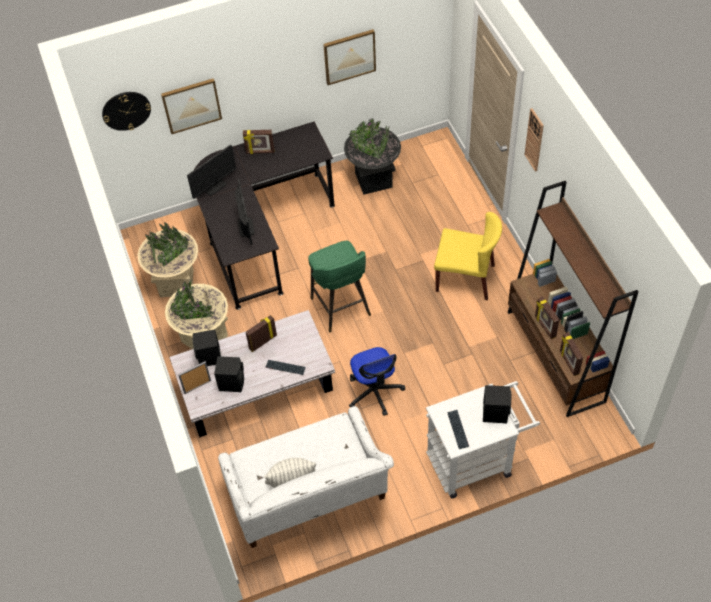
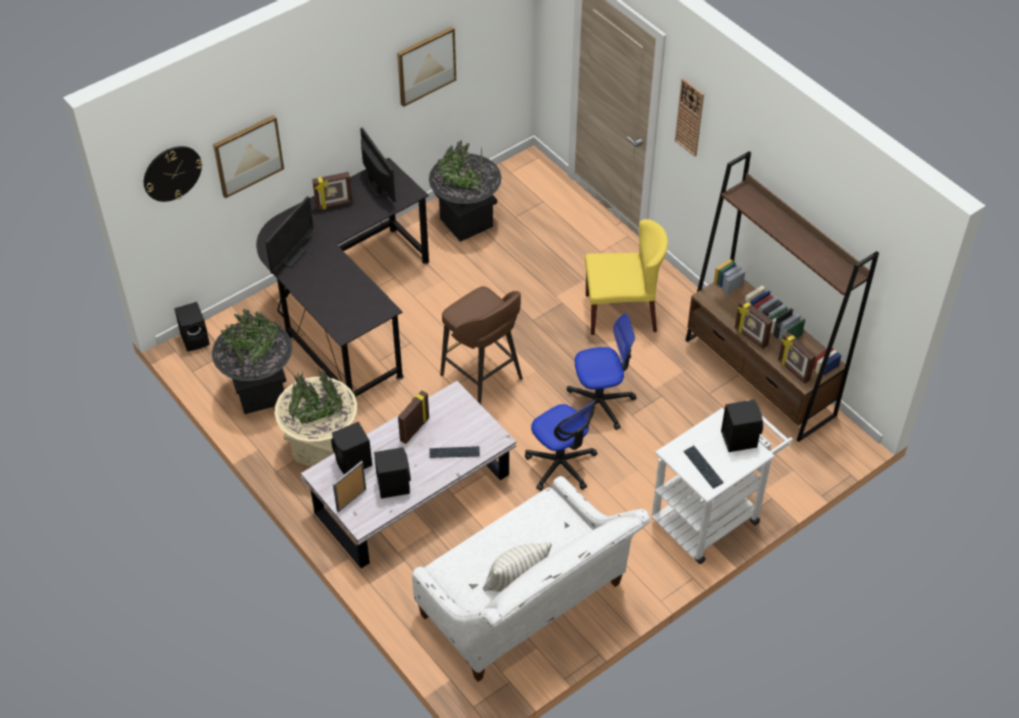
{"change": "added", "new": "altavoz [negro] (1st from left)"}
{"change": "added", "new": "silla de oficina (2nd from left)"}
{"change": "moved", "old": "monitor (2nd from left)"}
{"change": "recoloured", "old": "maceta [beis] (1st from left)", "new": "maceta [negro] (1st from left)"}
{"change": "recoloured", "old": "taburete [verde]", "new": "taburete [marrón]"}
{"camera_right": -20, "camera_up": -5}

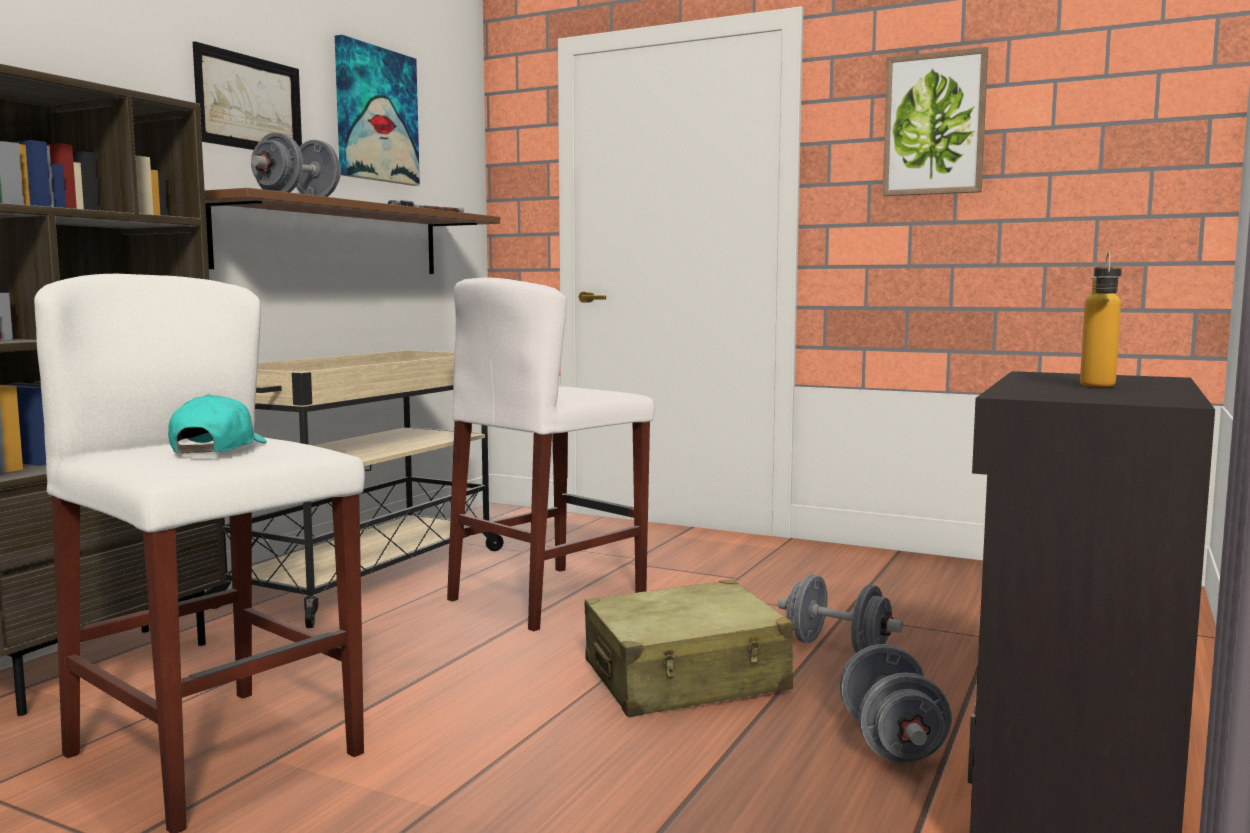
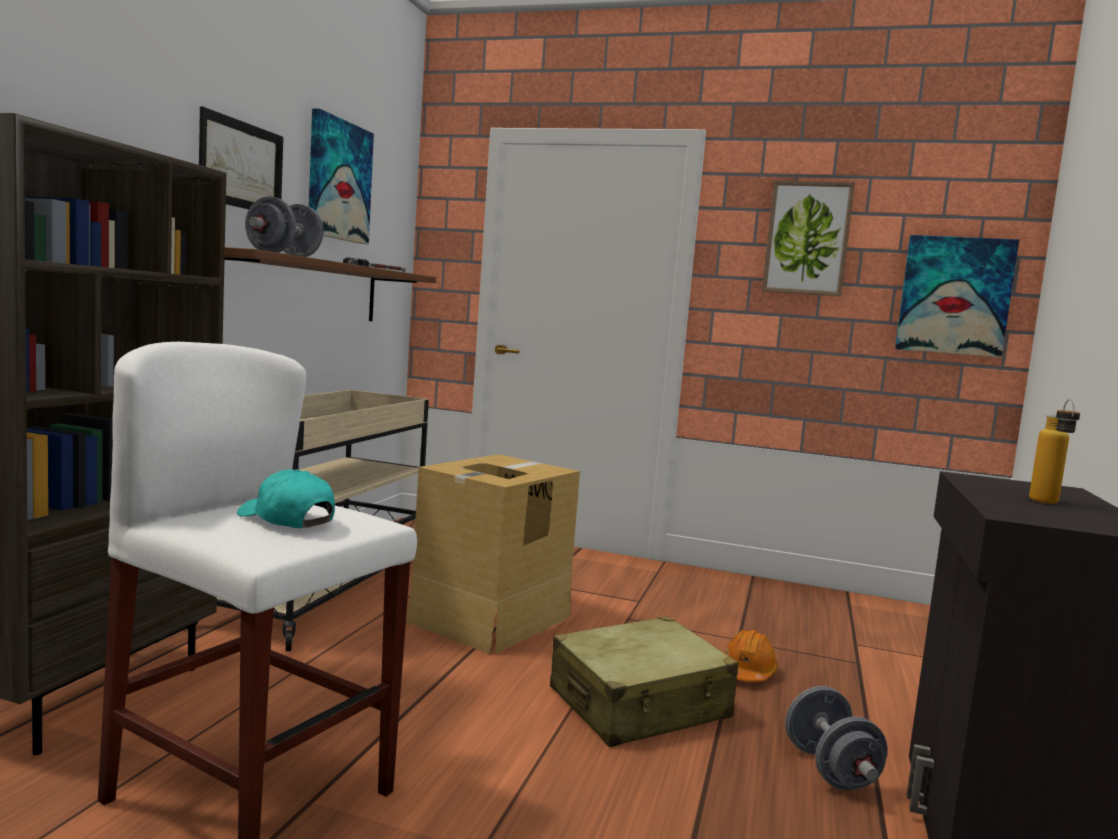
{"change": "added", "new": "cuadro (4th from left)"}
{"change": "replaced", "old": "taburete [blanco] (2nd from left)", "new": "caja de cartón"}
{"change": "replaced", "old": "mancuerna [gris] (2nd from left)", "new": "casco [naranja]"}
{"change": "turned", "old": "gorra [turquesa]", "degrees": -45}
{"camera_right": -10, "camera_up": 0}

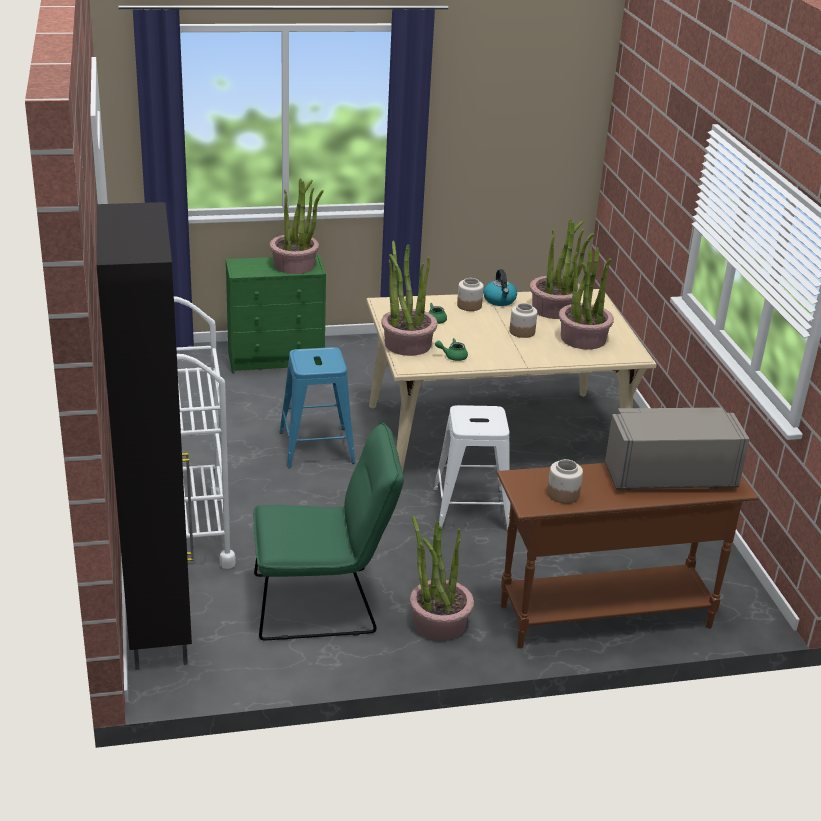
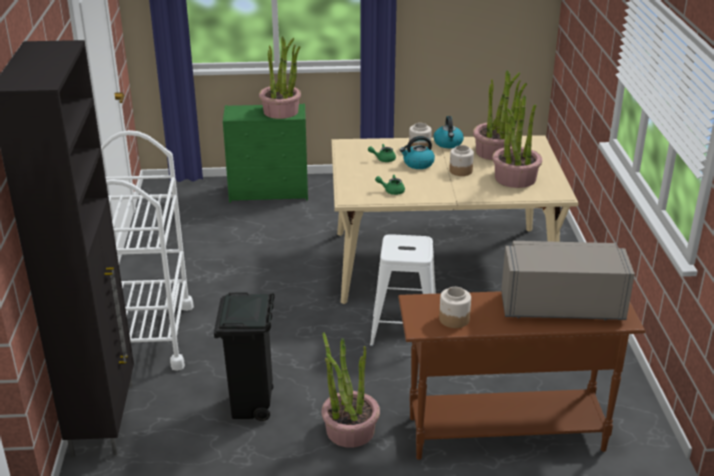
{"change": "removed", "old": "taburete [azul]"}
{"change": "removed", "old": "planta en maceta (2nd from left)"}
{"change": "added", "new": "hervidor (1st from left)"}
{"change": "replaced", "old": "silla [verde]", "new": "papelera [negro]"}
{"camera_right": 10, "camera_up": 0}

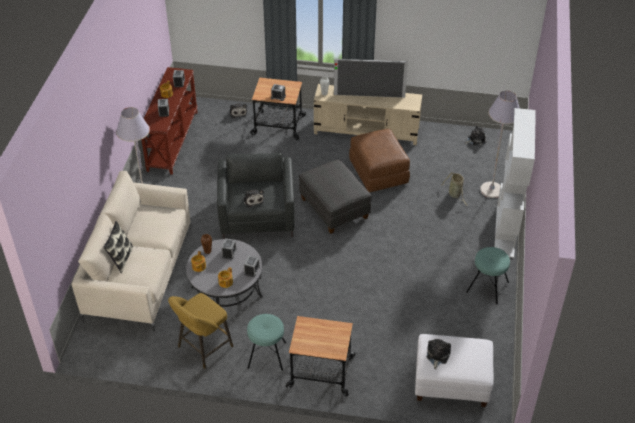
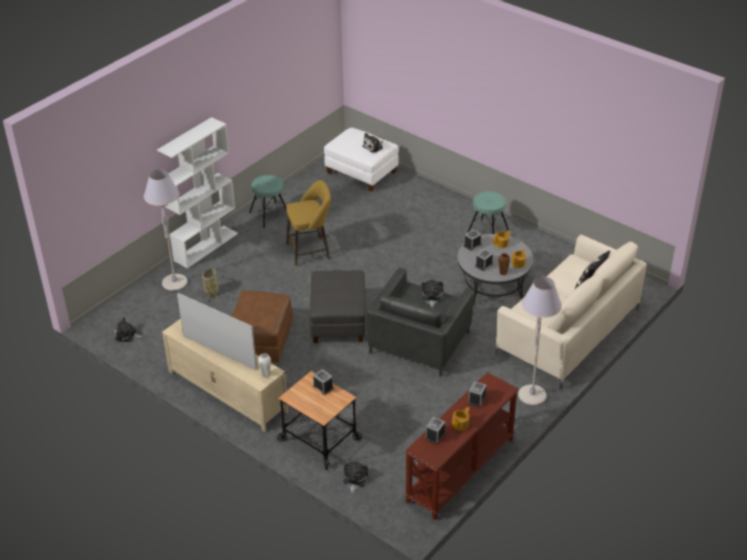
{"change": "removed", "old": "carrito (2nd from left)"}
{"change": "moved", "old": "taburete [amarillo]"}
{"camera_right": -150, "camera_up": -5}

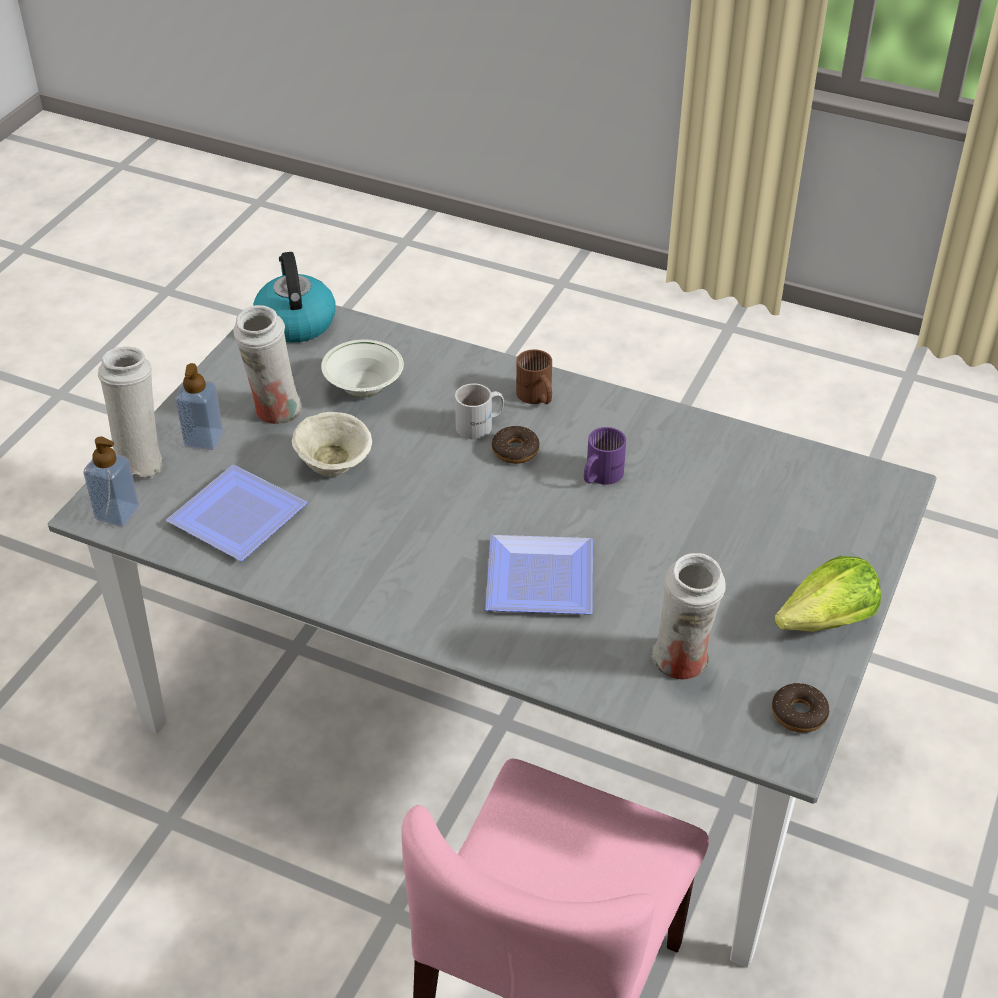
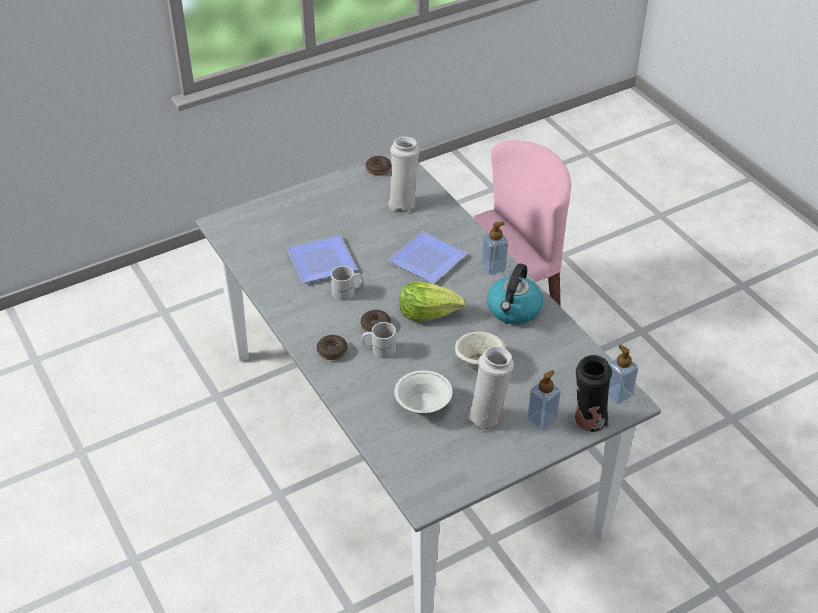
{"change": "added", "new": "dispensador de jabón (1st from left)"}
{"change": "moved", "old": "plato (1st from left)"}
{"change": "moved", "old": "hervidor"}
{"change": "moved", "old": "lechuga"}
{"change": "replaced", "old": "taza grande [marrón]", "new": "rosquilla (1st from left)"}
{"change": "recoloured", "old": "florero [blanco] (1st from left)", "new": "florero [negro]"}
{"change": "recoloured", "old": "taza grande [morado]", "new": "taza grande [blanco] (1st from left)"}
{"camera_right": -145, "camera_up": 0}

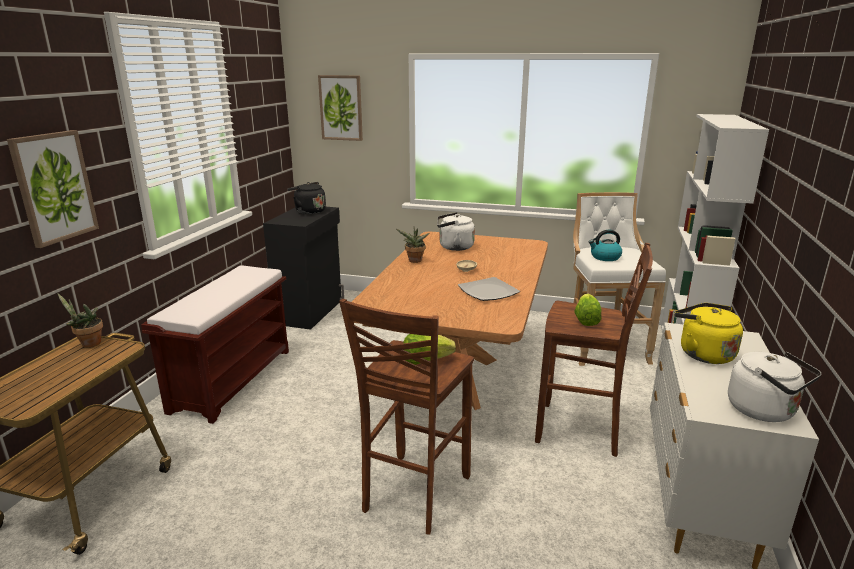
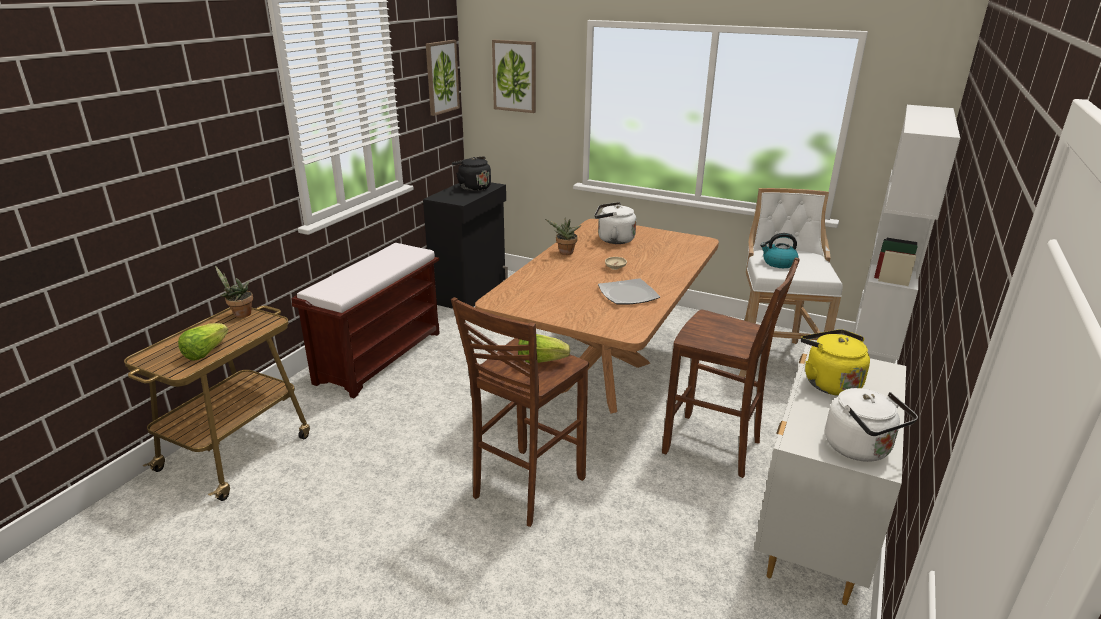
{"change": "moved", "old": "cuadro (1st from left)"}
{"change": "moved", "old": "lechuga (2nd from left in the first image)", "new": "lechuga (1st from left)"}
{"camera_right": 10, "camera_up": 5}

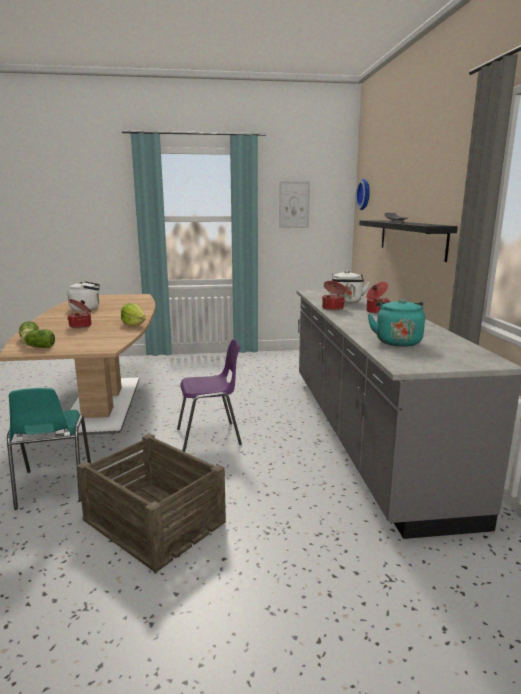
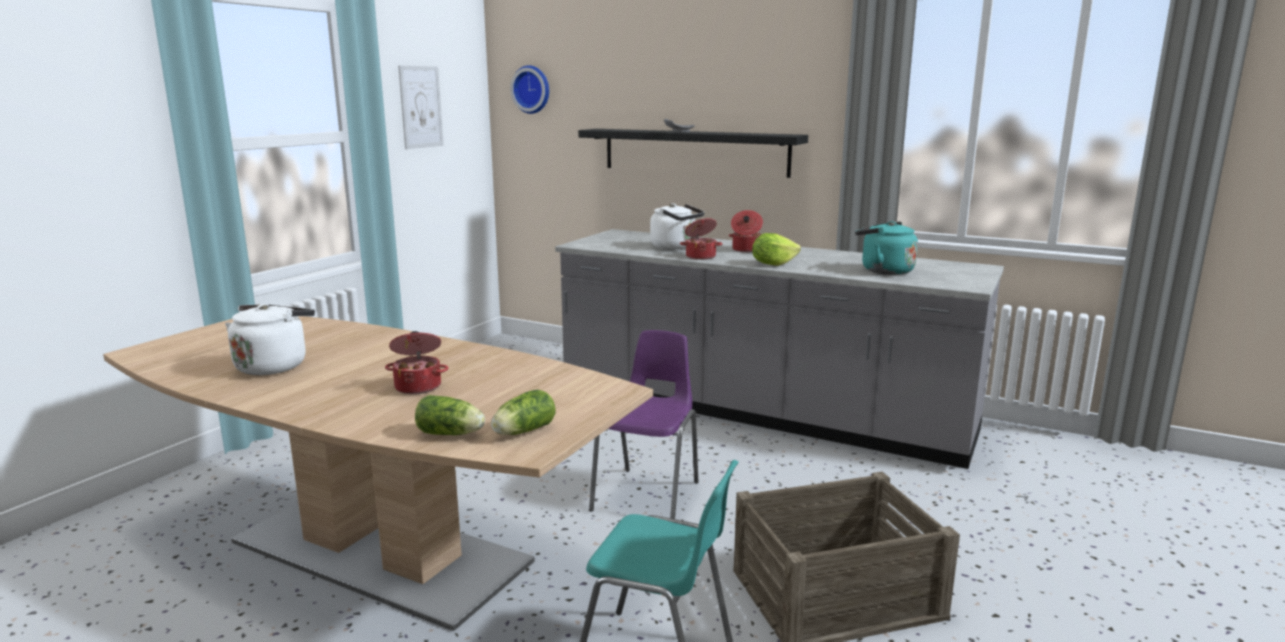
{"change": "moved", "old": "lechuga (3rd from left)"}
{"camera_right": -55, "camera_up": 0}

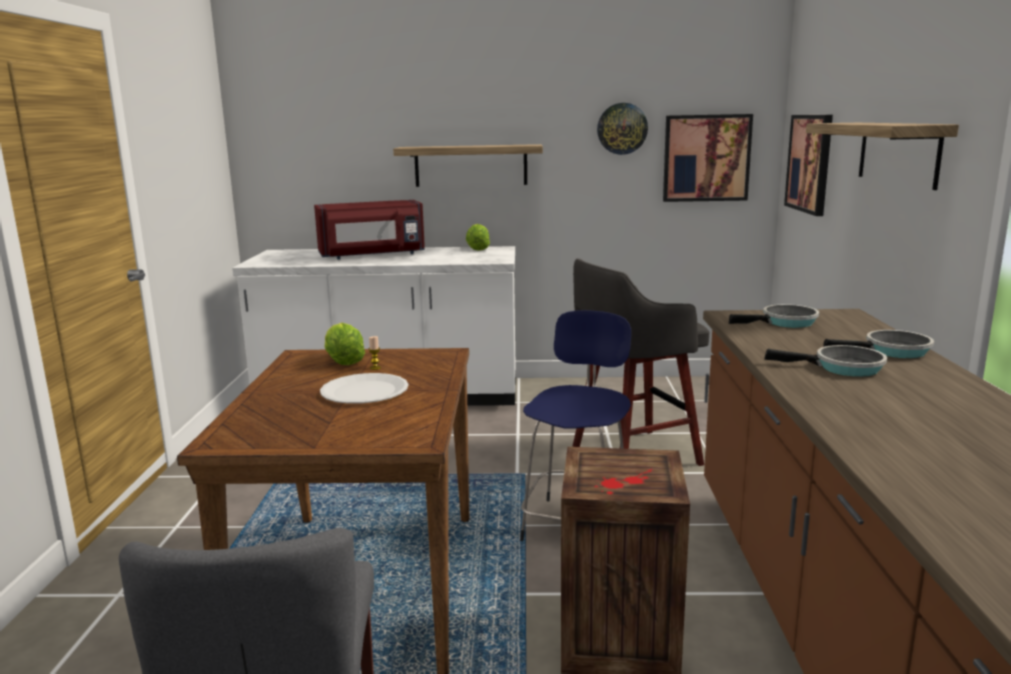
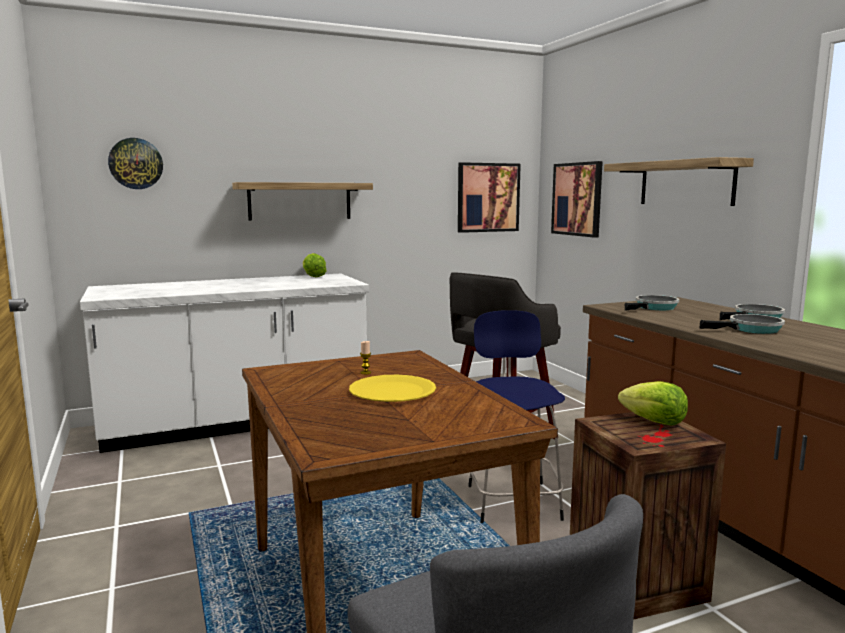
{"change": "removed", "old": "microondas [rojo]"}
{"change": "moved", "old": "lechuga (1st from left in the first image)", "new": "lechuga (2nd from left)"}
{"change": "moved", "old": "reloj de pared"}
{"change": "recoloured", "old": "plato [blanco]", "new": "plato [amarillo]"}
{"camera_right": -25, "camera_up": -5}

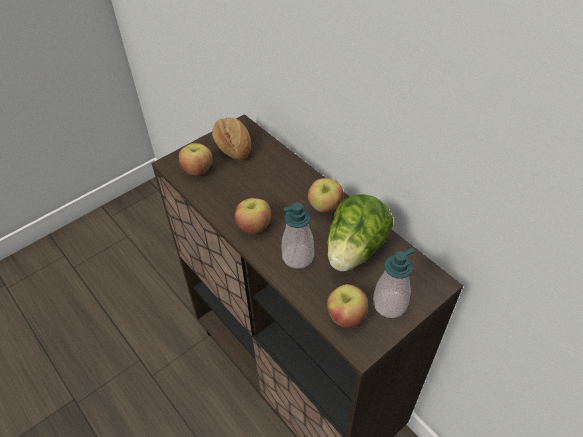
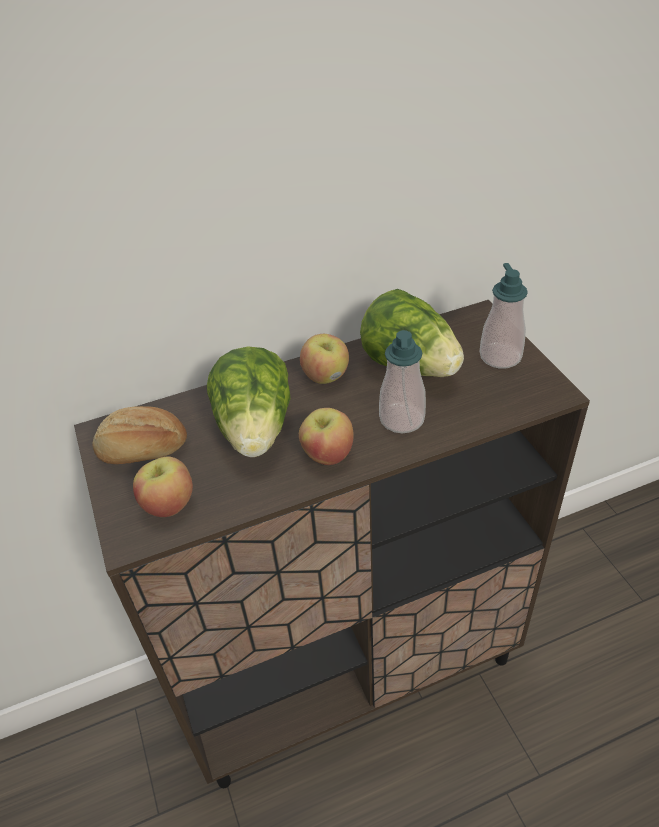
{"change": "removed", "old": "manzana (4th from left)"}
{"change": "added", "new": "lechuga (1st from left)"}
{"camera_right": -70, "camera_up": -5}

